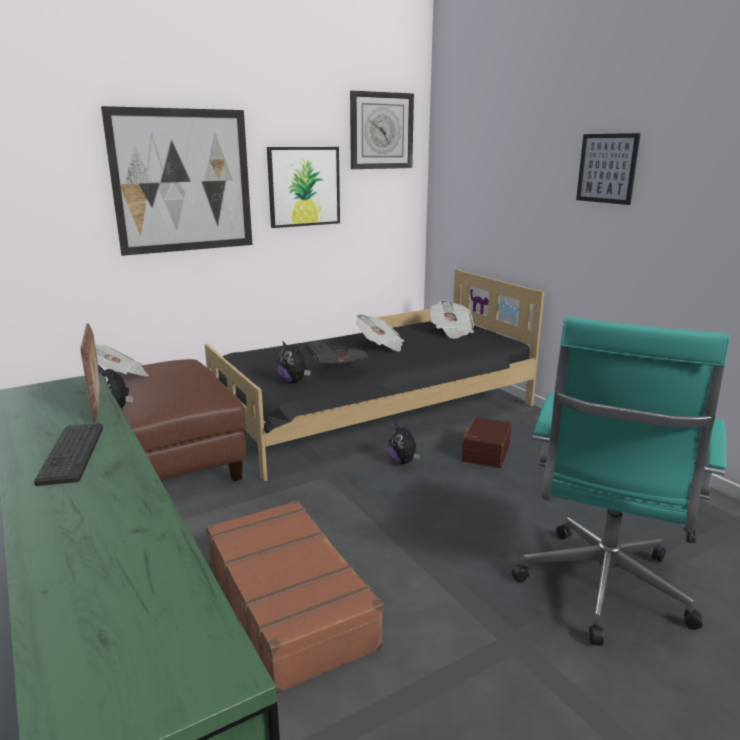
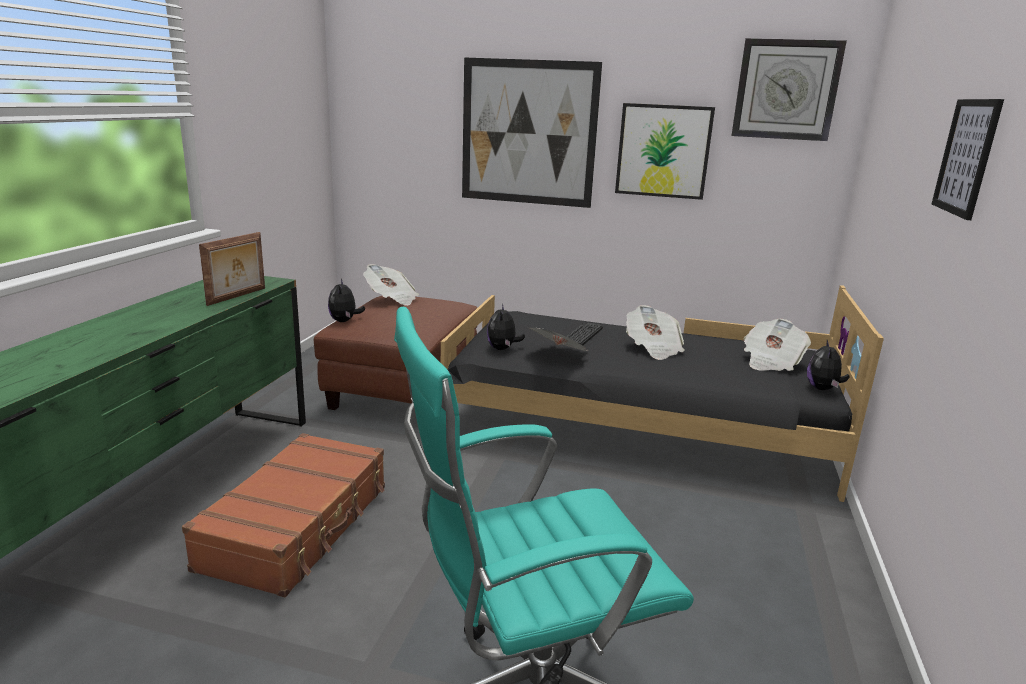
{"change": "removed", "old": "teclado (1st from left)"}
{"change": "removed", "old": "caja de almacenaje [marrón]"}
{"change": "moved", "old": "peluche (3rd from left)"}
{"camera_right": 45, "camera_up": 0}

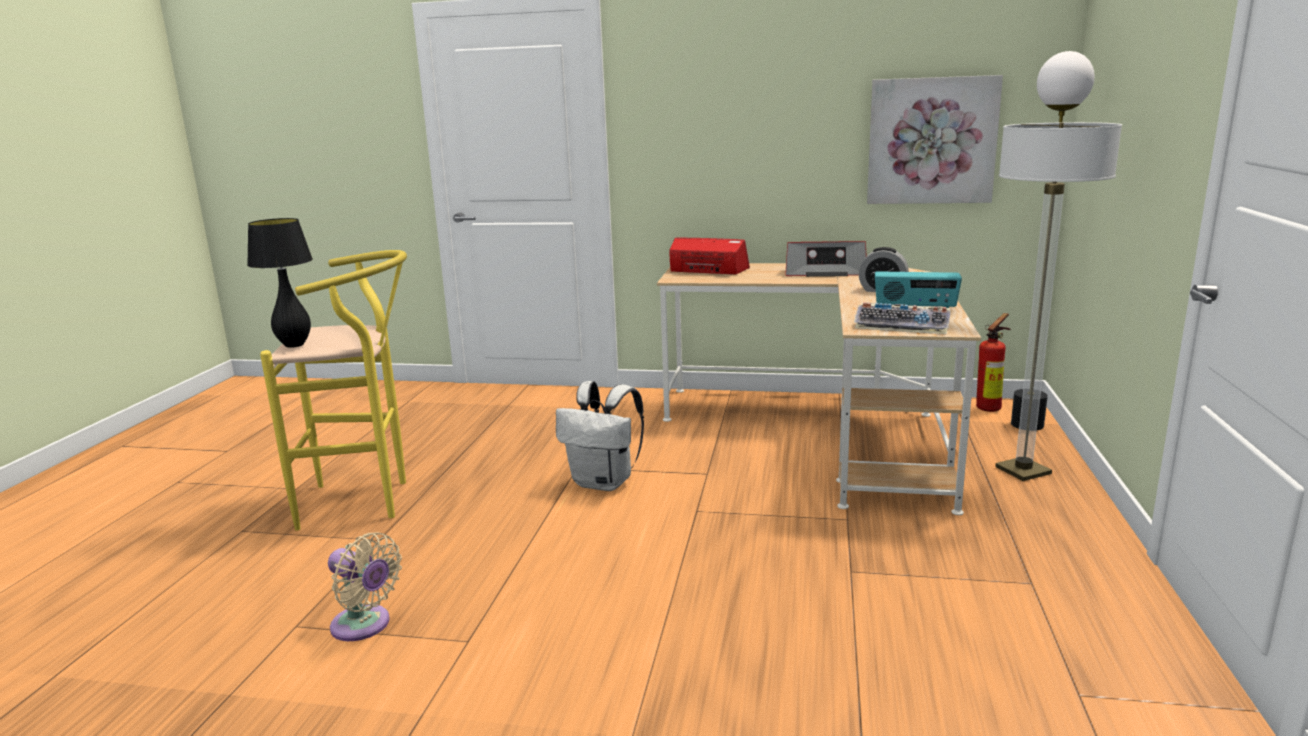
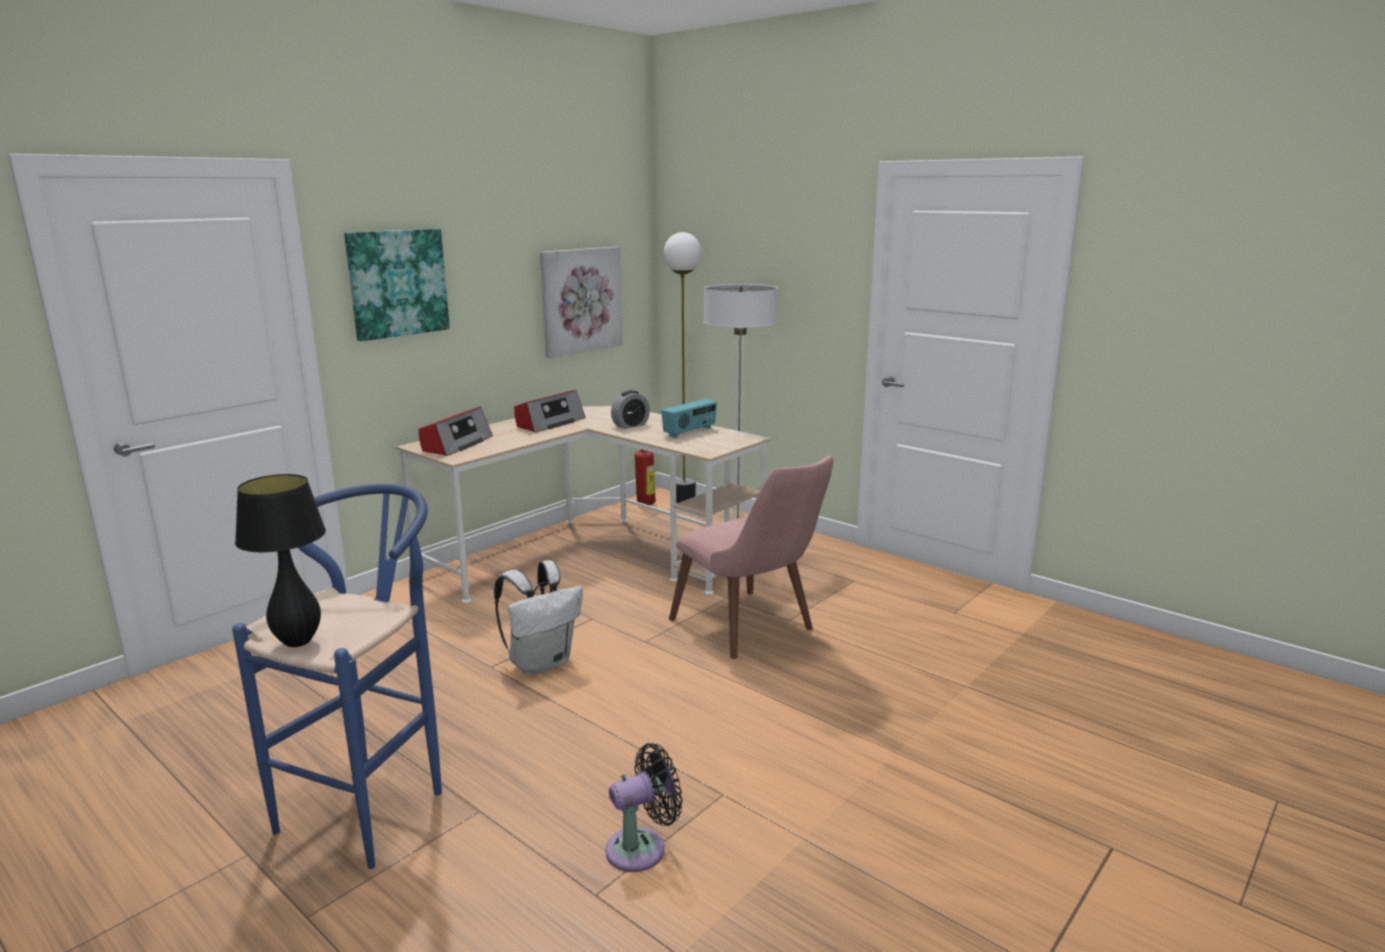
{"change": "removed", "old": "teclado"}
{"change": "added", "new": "cuadro (1st from left)"}
{"change": "added", "new": "silla [rosa]"}
{"change": "recoloured", "old": "taburete [amarillo]", "new": "taburete [azul]"}
{"change": "recoloured", "old": "ventilador [beis]", "new": "ventilador [negro]"}
{"change": "turned", "old": "radio (1st from left)", "degrees": 150}
{"camera_right": -60, "camera_up": 0}

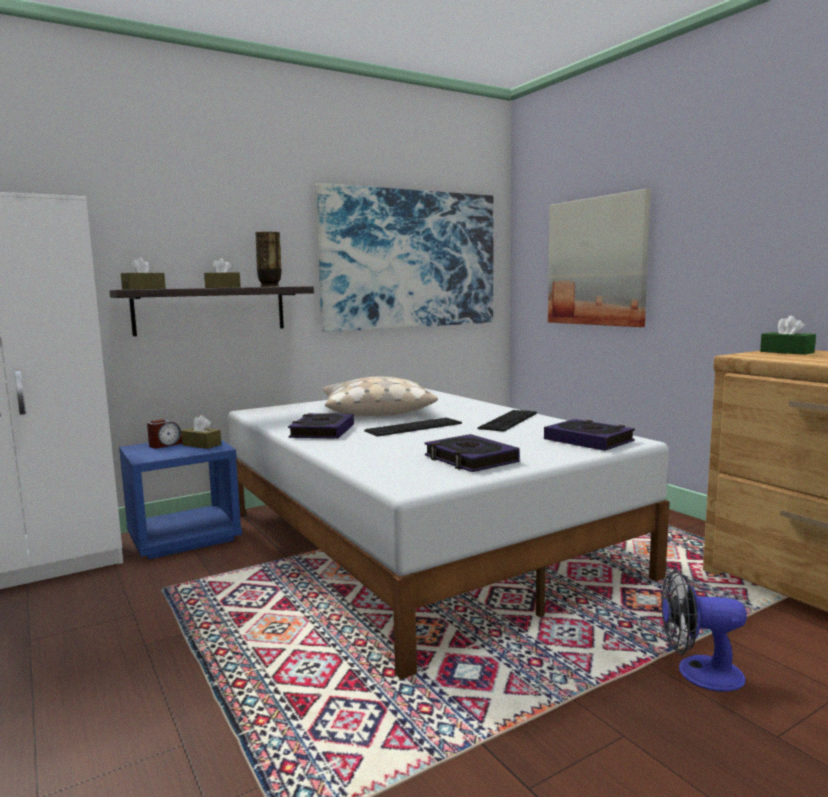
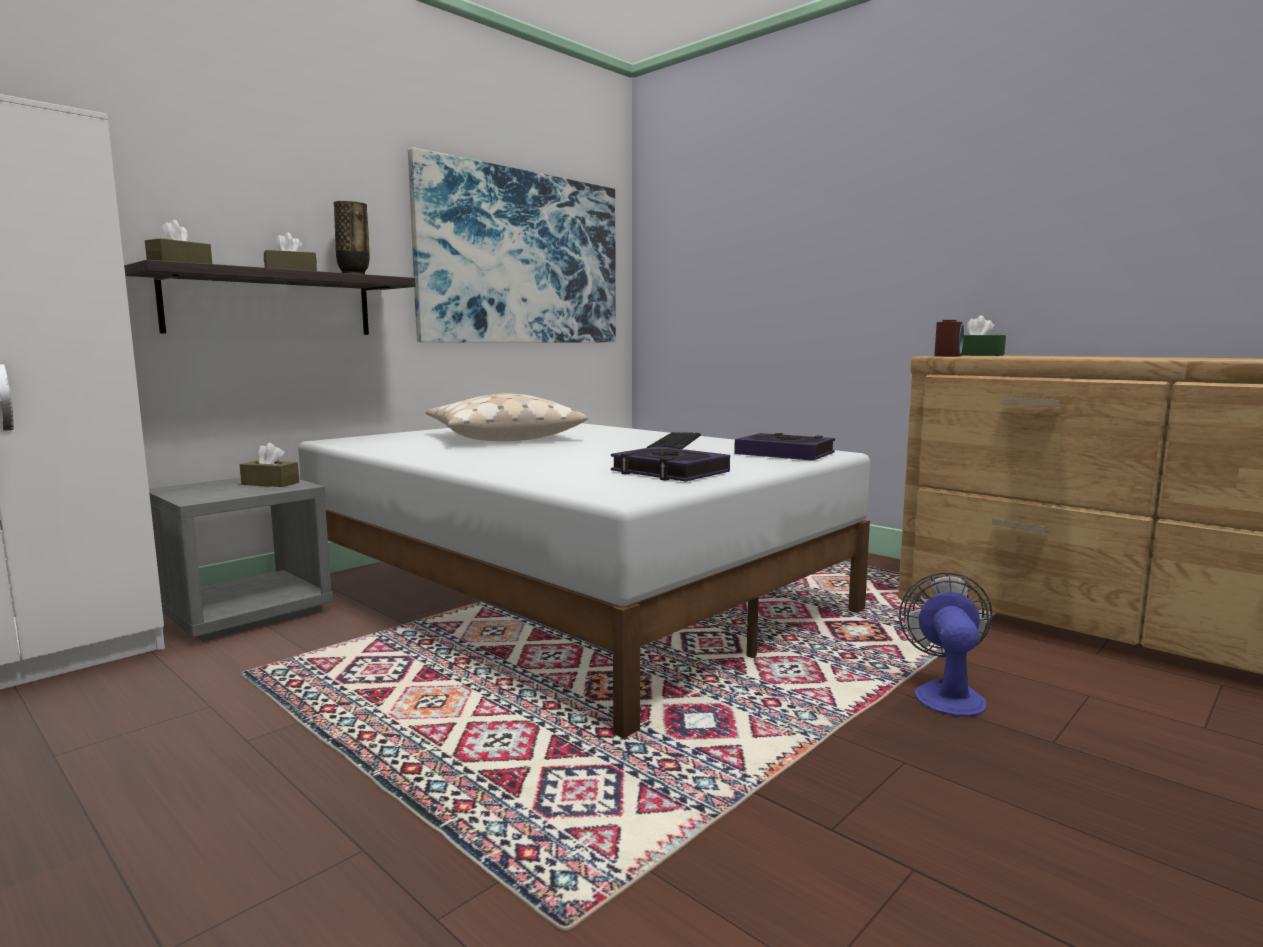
{"change": "removed", "old": "libro (1st from left)"}
{"change": "removed", "old": "teclado (1st from left)"}
{"change": "removed", "old": "cuadro (2nd from left)"}
{"change": "moved", "old": "despertador"}
{"change": "recoloured", "old": "mesita de noche [azul]", "new": "mesita de noche [gris]"}
{"change": "turned", "old": "ventilador", "degrees": 105}
{"camera_right": -15, "camera_up": 0}

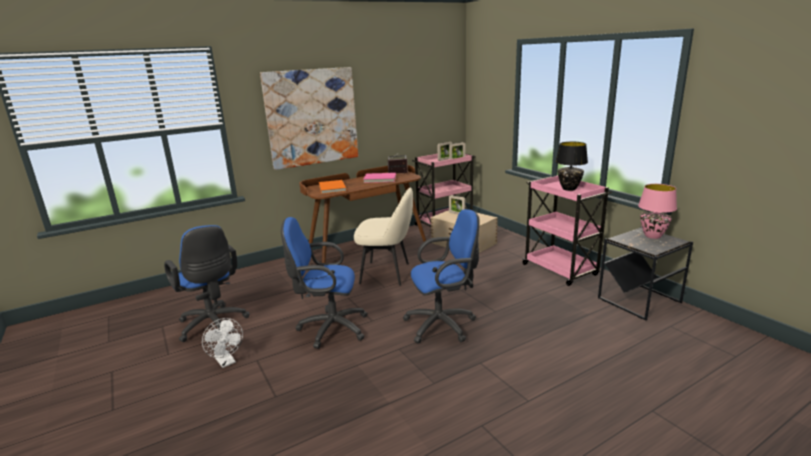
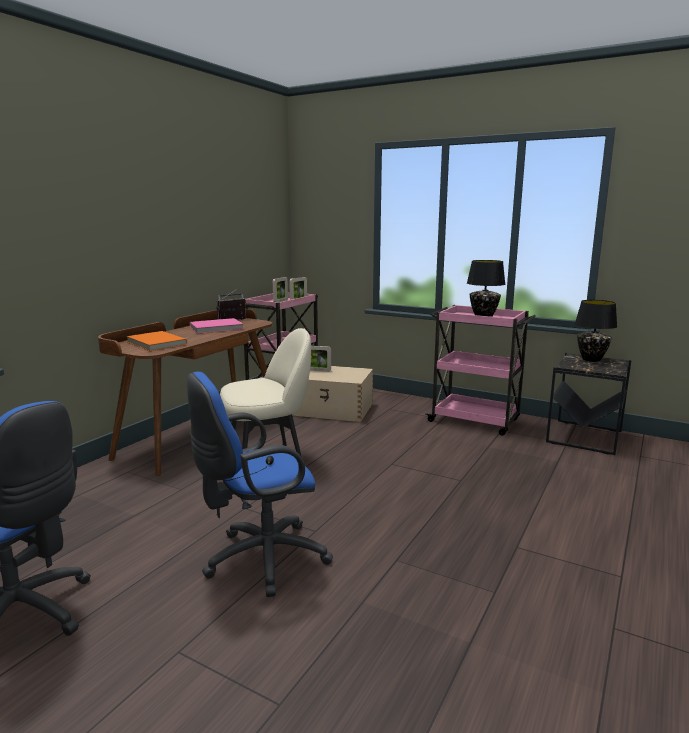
{"change": "removed", "old": "ventilador [blanco]"}
{"change": "removed", "old": "cuadro"}
{"change": "removed", "old": "silla de oficina [azul] (3rd from left)"}
{"change": "recoloured", "old": "lámpara de mesa [rosa]", "new": "lámpara de mesa [negro] (2nd from left)"}
{"camera_right": -30, "camera_up": -5}

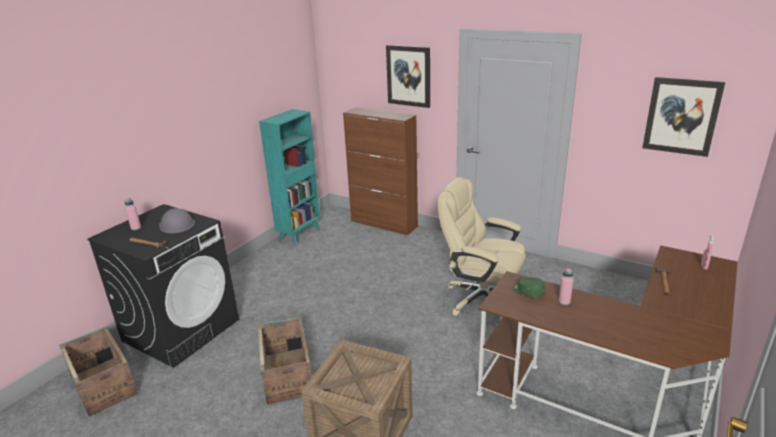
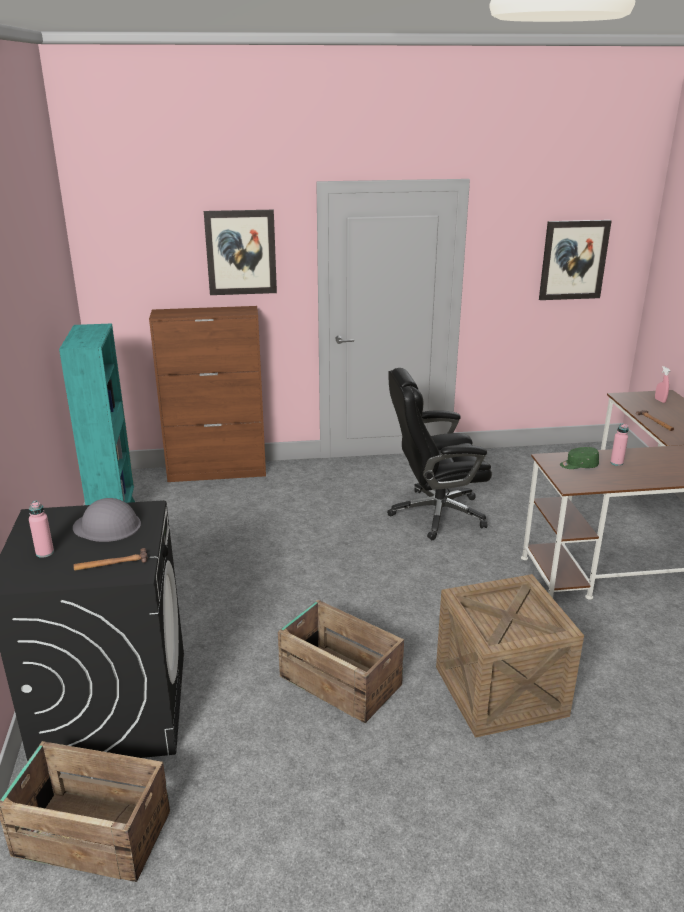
{"change": "recoloured", "old": "silla de oficina [beis]", "new": "silla de oficina [negro]"}
{"camera_right": -40, "camera_up": 0}

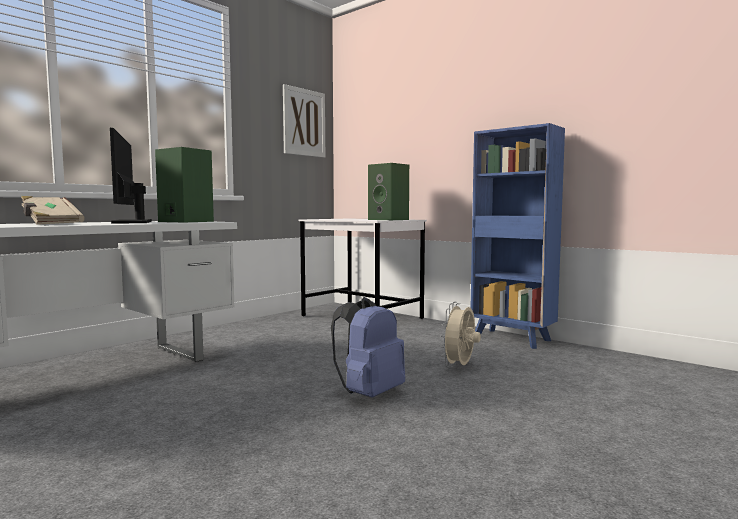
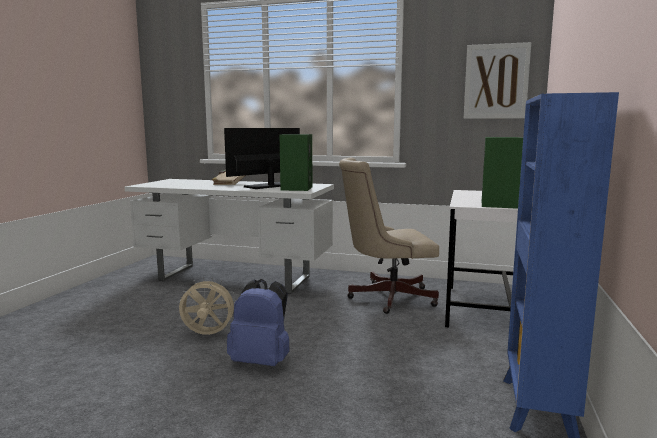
{"change": "added", "new": "silla de oficina [beis]"}
{"change": "moved", "old": "ventilador [beis]"}
{"camera_right": 65, "camera_up": 5}

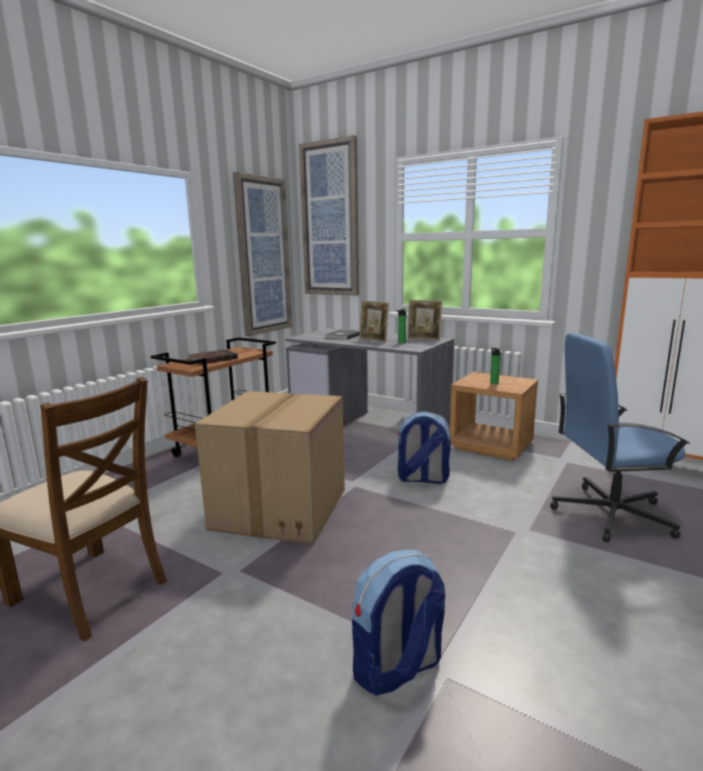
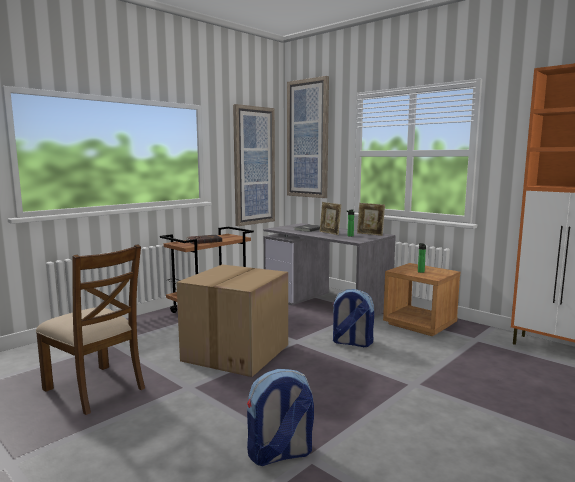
{"change": "removed", "old": "silla de oficina [azul]"}
{"camera_right": 10, "camera_up": -5}

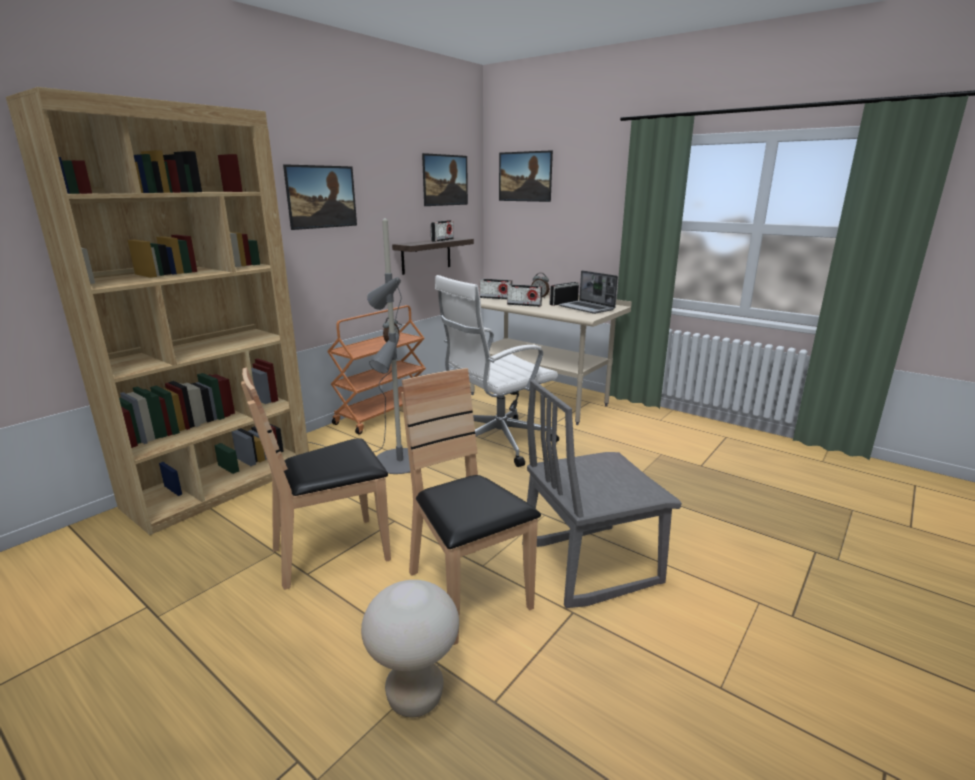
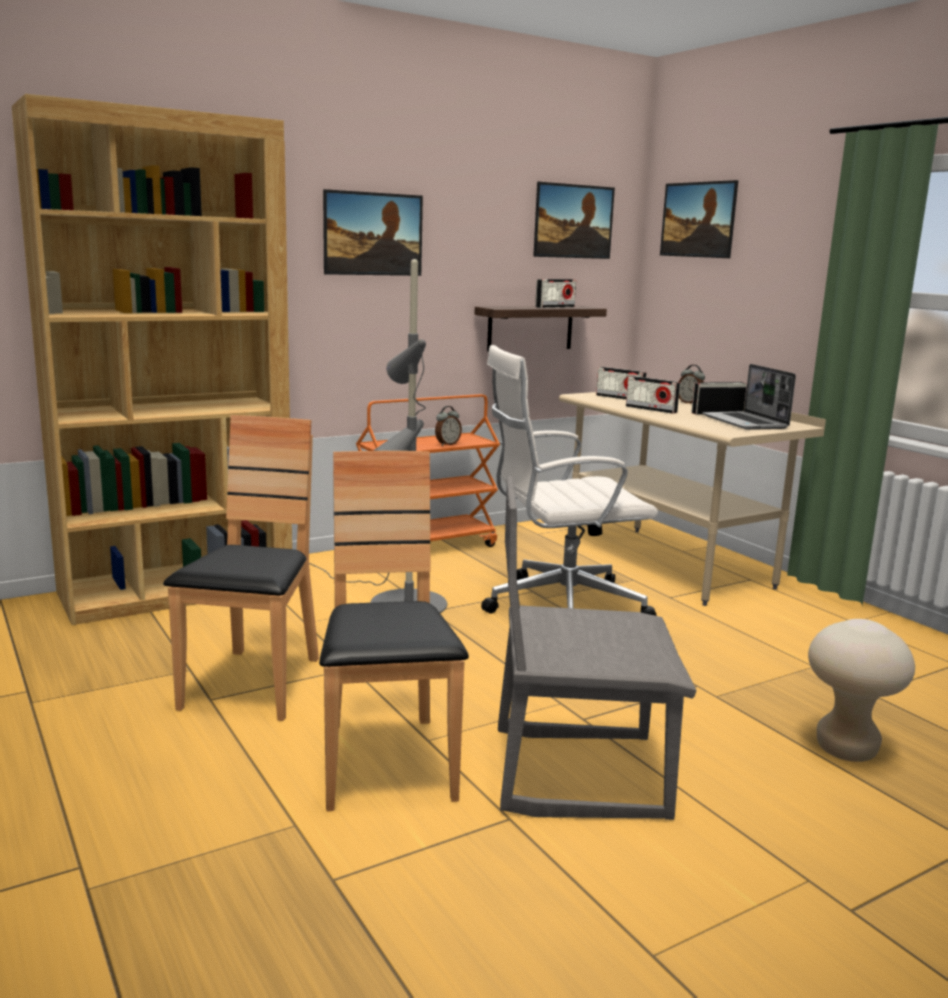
{"change": "moved", "old": "taburete [beis]"}
{"change": "turned", "old": "silla [marrón] (1st from left)", "degrees": 105}
{"camera_right": 20, "camera_up": -5}

